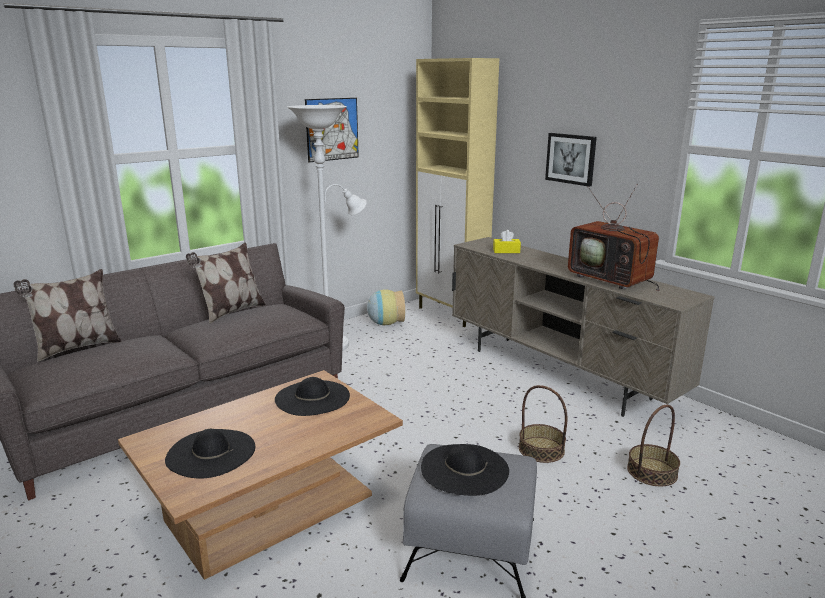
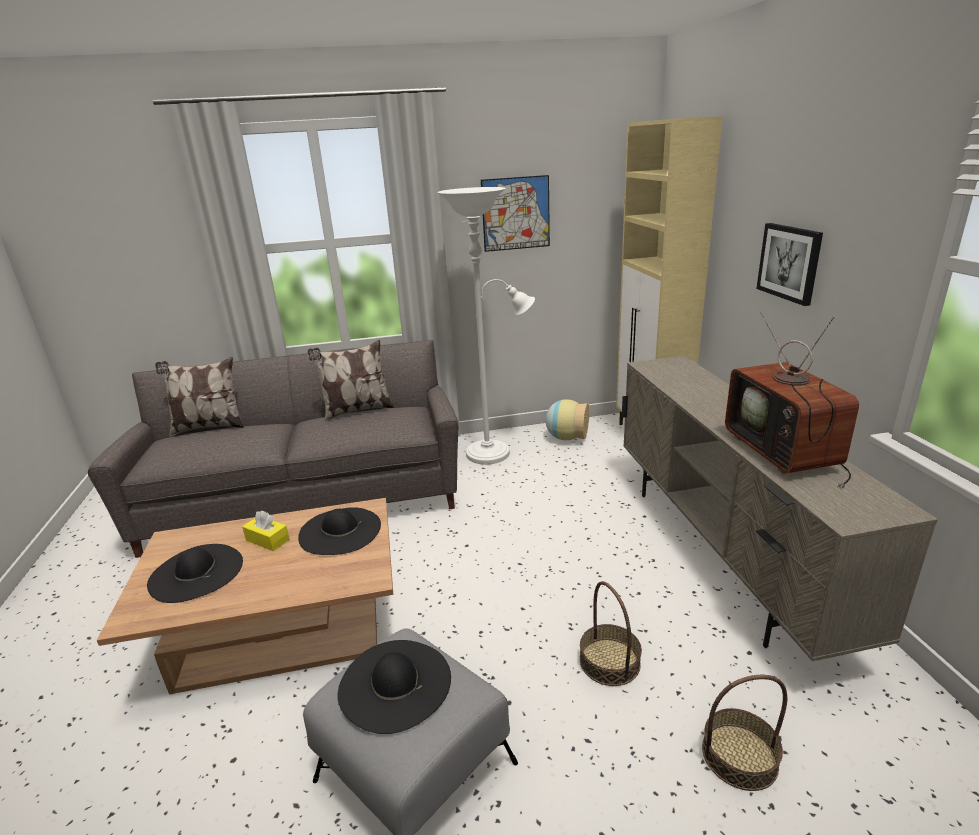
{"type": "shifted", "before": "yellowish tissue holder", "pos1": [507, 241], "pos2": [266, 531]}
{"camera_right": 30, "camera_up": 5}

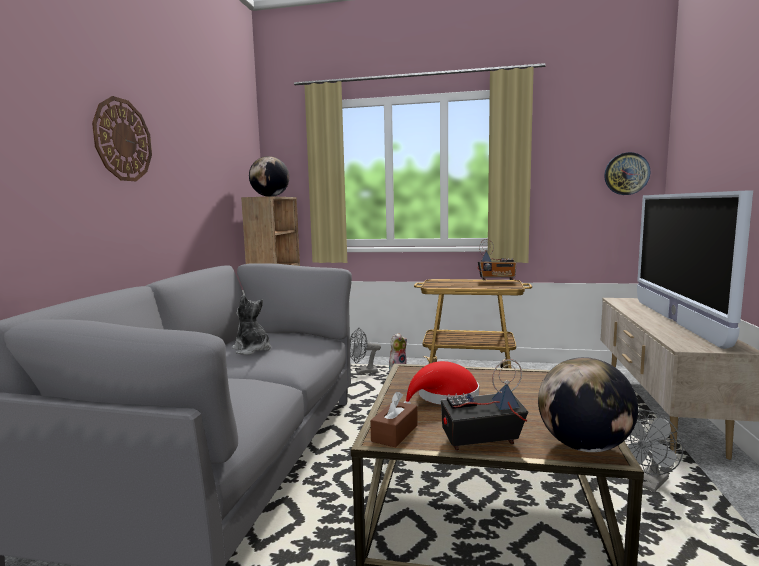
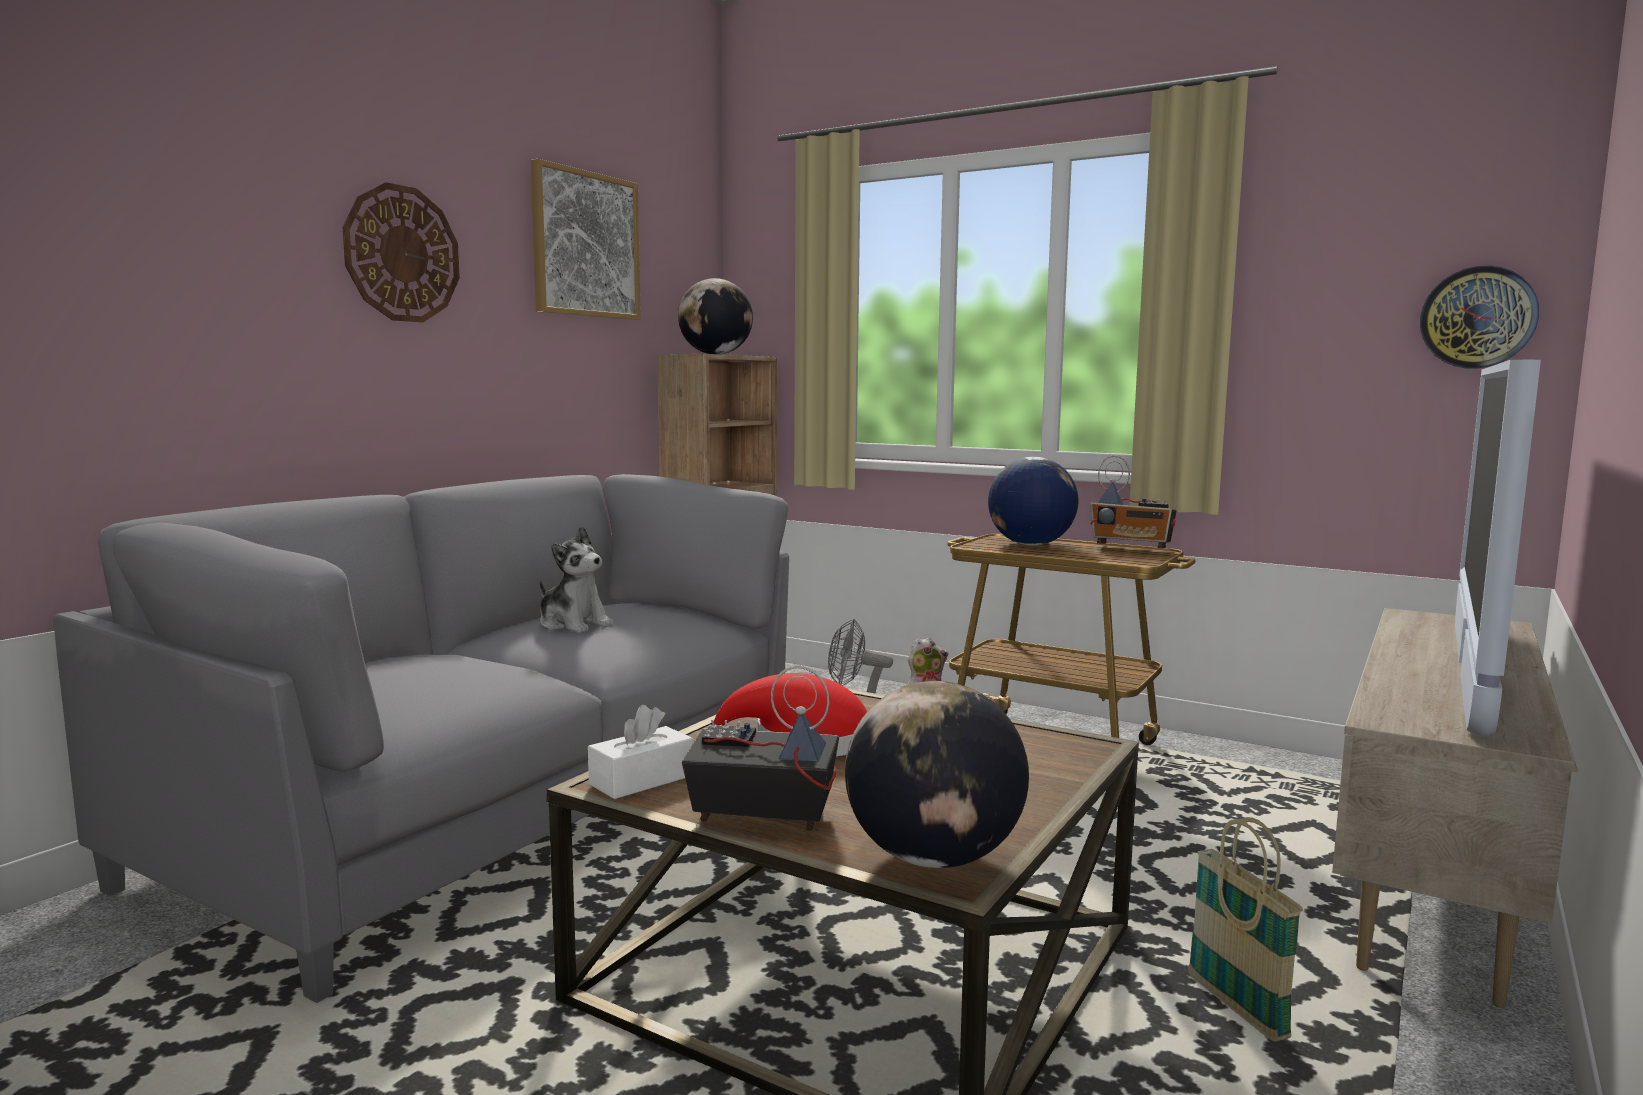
{"type": "new", "after": "picture", "pos2": [586, 239]}
{"type": "rotated", "before": "cuddly toy", "pos1": [251, 325], "pos2": [576, 579], "turn": 150}
{"type": "repainted", "before": "brown-coloured tissue holder", "after": "whitish tissue holder", "pos1": [394, 420], "pos2": [640, 752]}
{"type": "new", "after": "world globe", "pos2": [1033, 501]}
{"type": "swapped", "before": "gray electric fan", "after": "household basket", "pos1": [654, 451], "pos2": [1245, 929]}
{"camera_right": 20, "camera_up": 0}

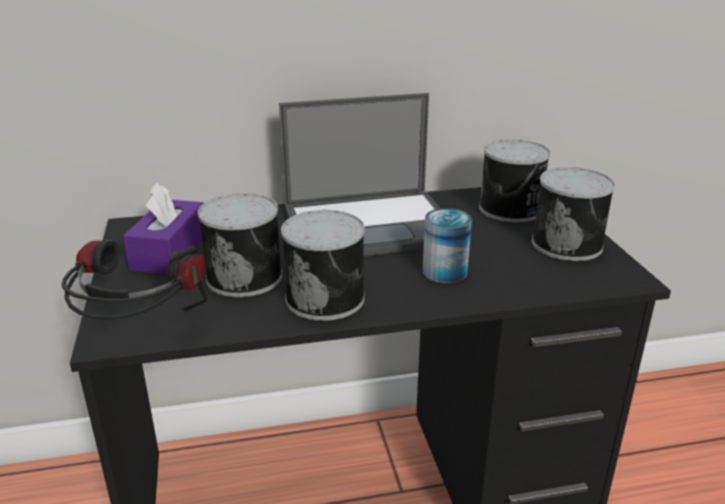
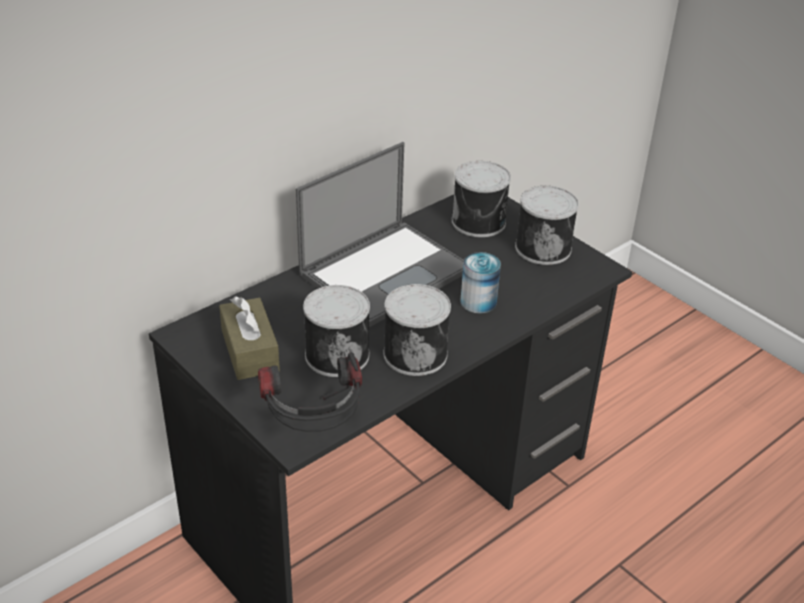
{"type": "repainted", "before": "purple-coloured tissue holder", "after": "brown-coloured tissue holder", "pos1": [163, 228], "pos2": [249, 338]}
{"camera_right": -30, "camera_up": 10}

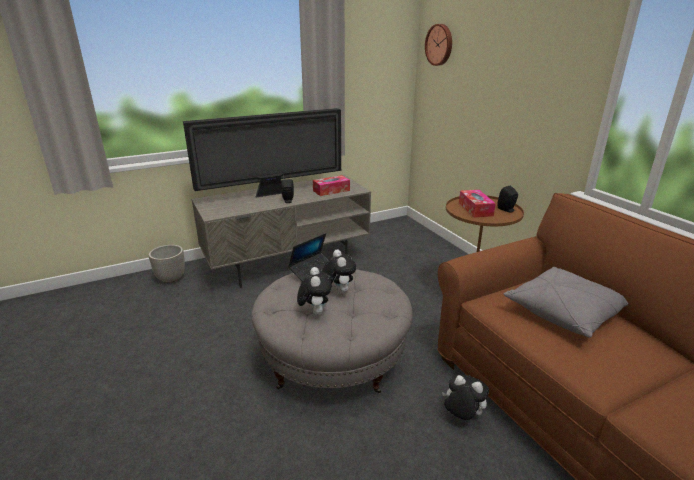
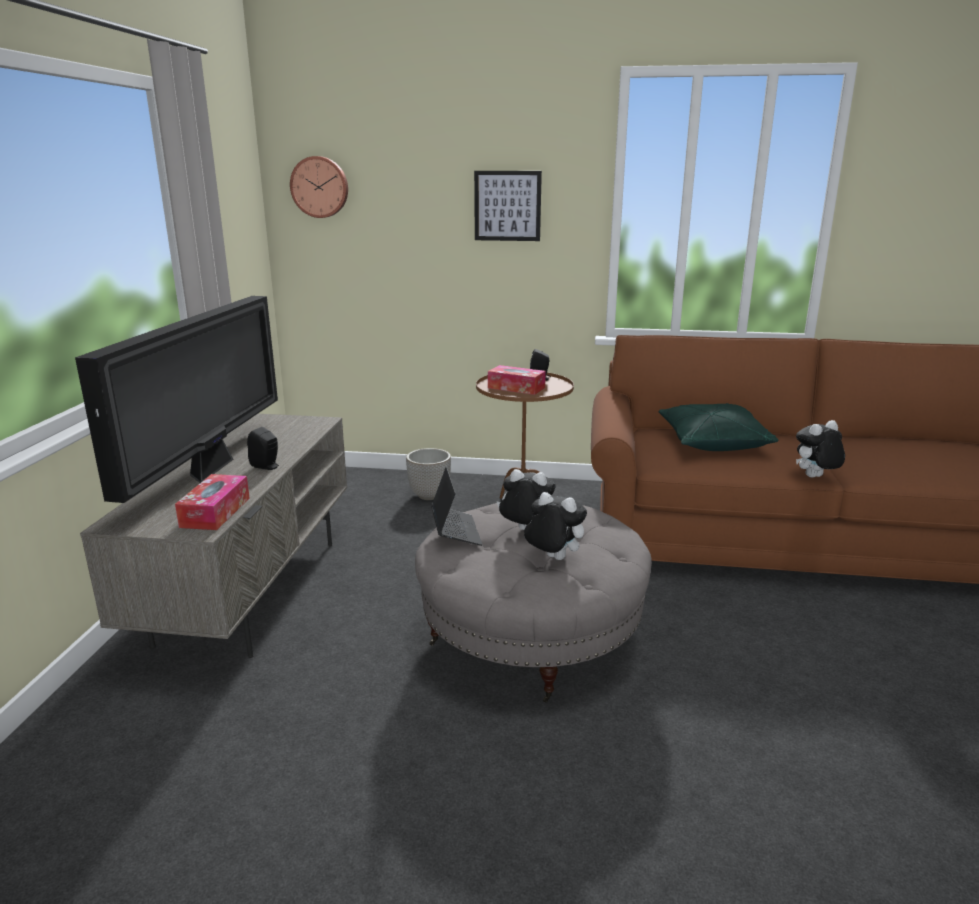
{"type": "shifted", "before": "tissue holder", "pos1": [331, 185], "pos2": [212, 502]}
{"type": "shifted", "before": "flower pot", "pos1": [167, 264], "pos2": [428, 474]}
{"type": "new", "after": "picture", "pos2": [508, 206]}
{"type": "repainted", "before": "gray throw pillow", "after": "green throw pillow", "pos1": [566, 302], "pos2": [718, 427]}
{"type": "shifted", "before": "cuddly toy", "pos1": [465, 397], "pos2": [820, 449]}
{"camera_right": -55, "camera_up": -5}

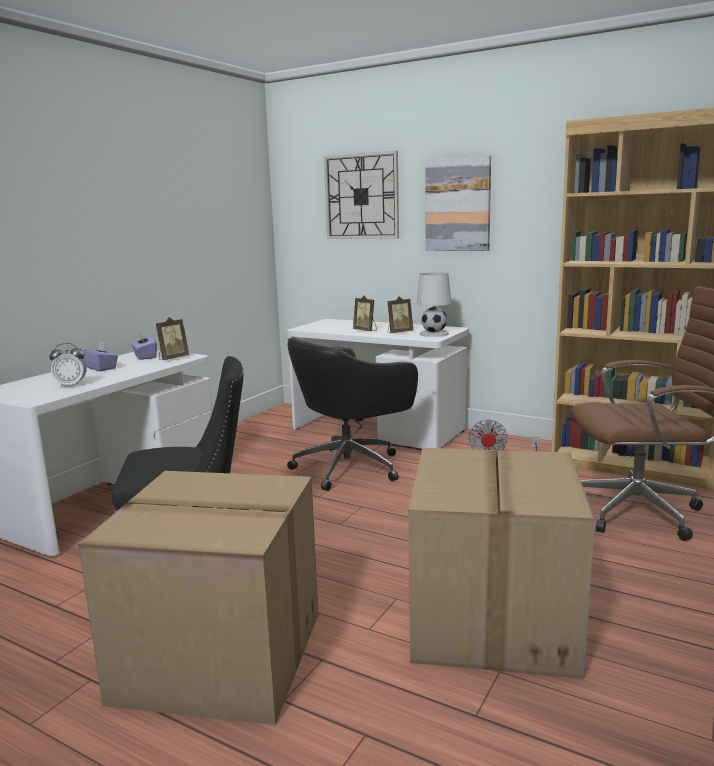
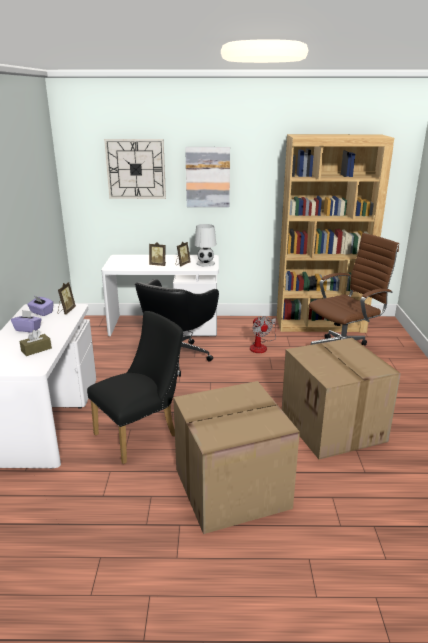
{"type": "swapped", "before": "bedside clock", "after": "brown-coloured tissue holder", "pos1": [68, 365], "pos2": [35, 343]}
{"camera_right": -30, "camera_up": 10}

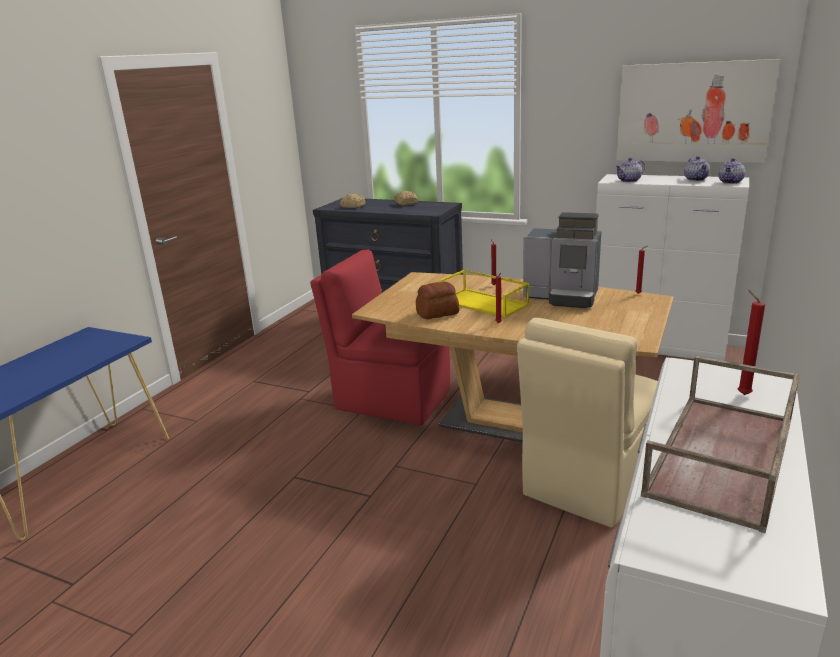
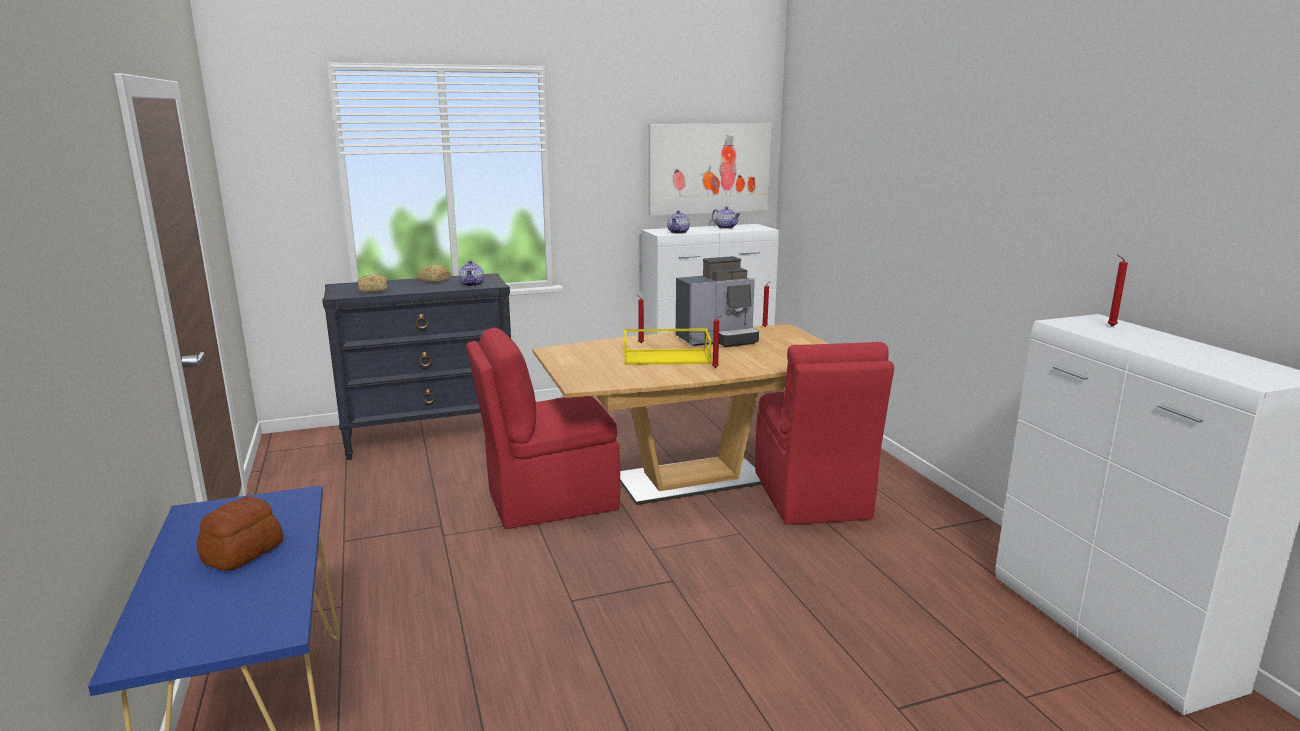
{"type": "shifted", "before": "baked bread", "pos1": [438, 300], "pos2": [240, 534]}
{"type": "shifted", "before": "teapot", "pos1": [731, 171], "pos2": [471, 274]}
{"type": "repainted", "before": "beige chair", "after": "red-coloured chair", "pos1": [587, 423], "pos2": [824, 433]}
{"type": "gone", "before": "brown-coloured serving tray", "pos1": [720, 444]}
{"camera_right": -45, "camera_up": -5}

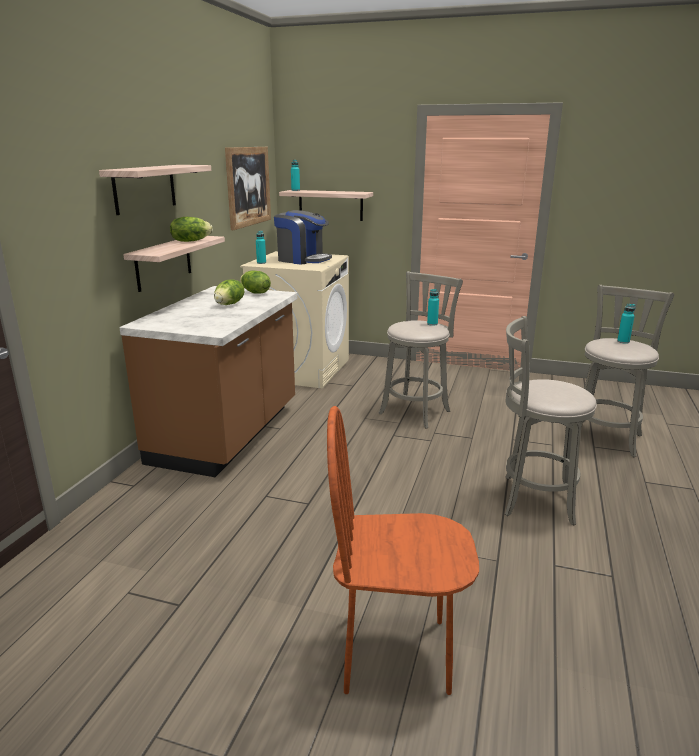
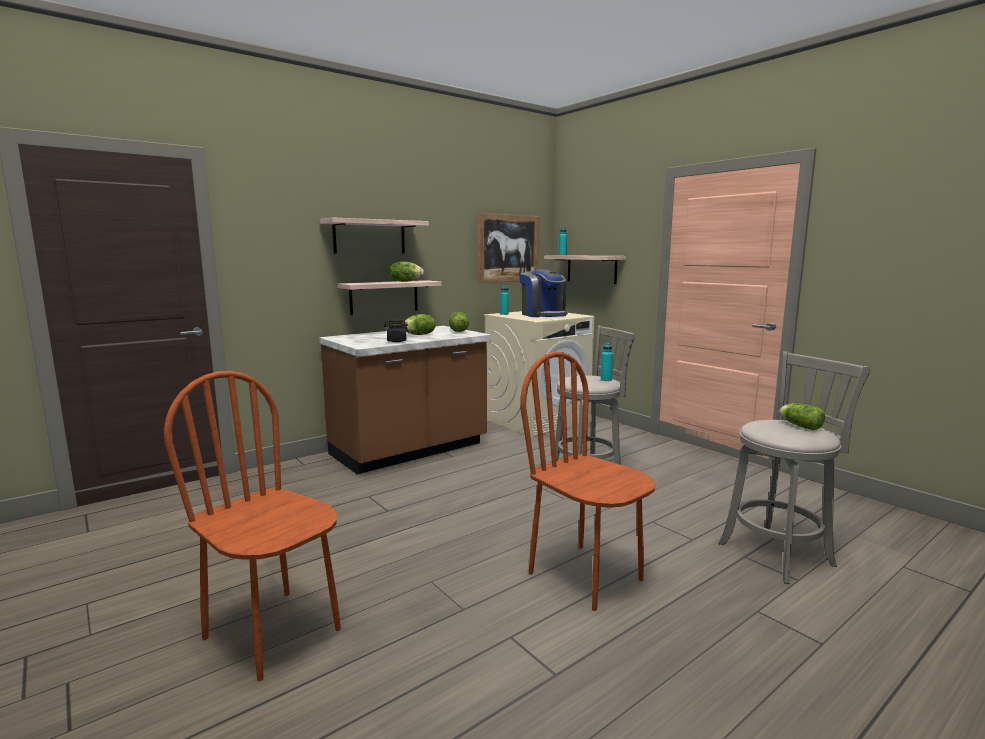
{"type": "new", "after": "black jar", "pos2": [396, 330]}
{"type": "swapped", "before": "gray stool", "after": "brown-coloured chair", "pos1": [551, 421], "pos2": [588, 481]}
{"type": "swapped", "before": "turquoise-coloured beverage bottle", "after": "head of lettuce", "pos1": [626, 324], "pos2": [802, 416]}
{"camera_right": 35, "camera_up": -10}

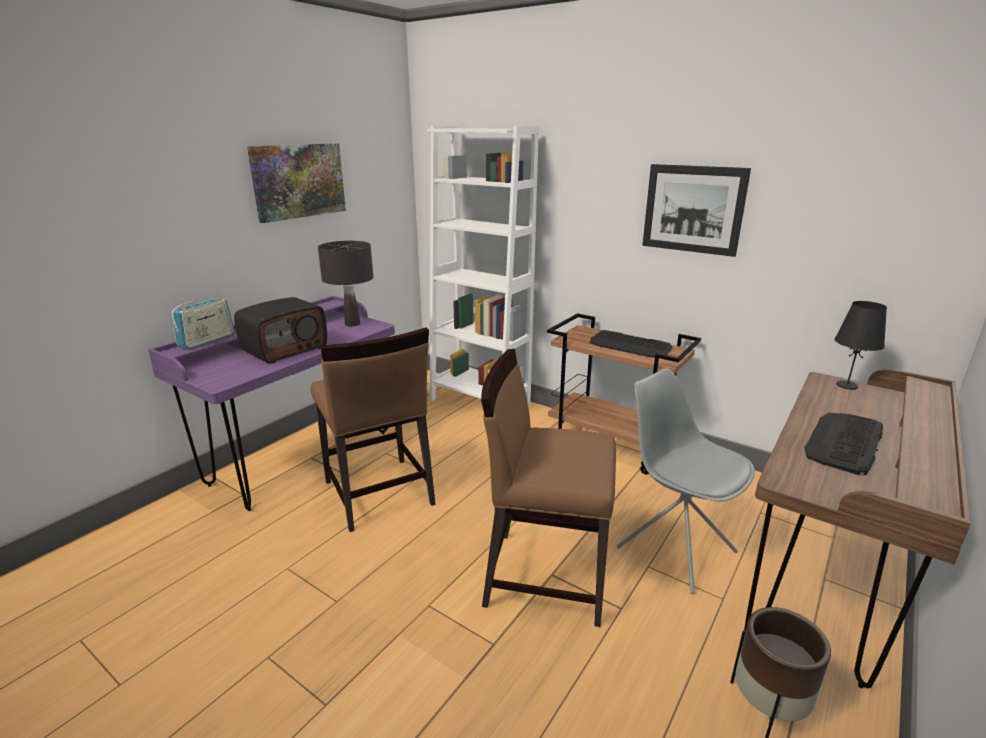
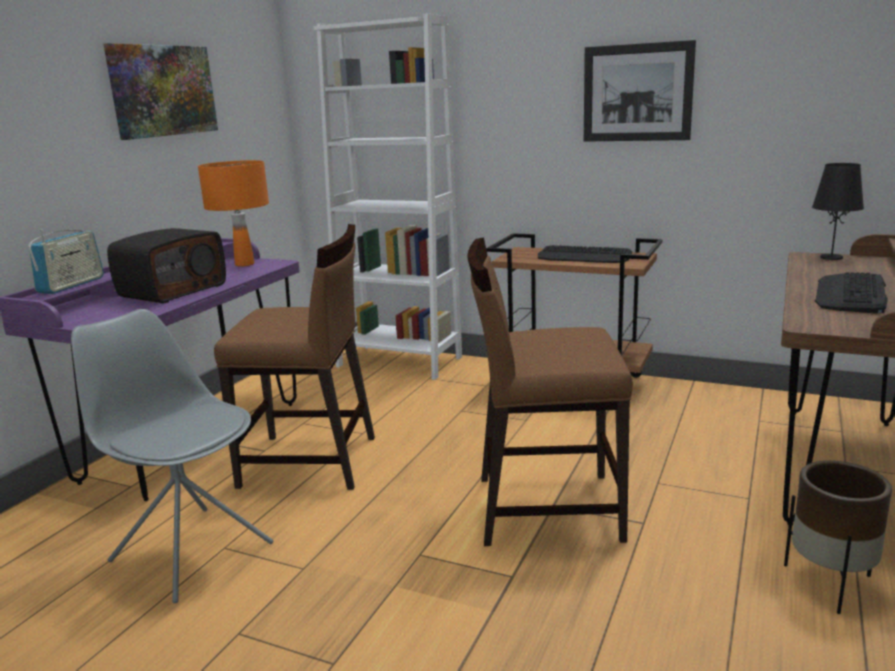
{"type": "shifted", "before": "gray chair", "pos1": [686, 481], "pos2": [172, 456]}
{"type": "repainted", "before": "black lamp for a table", "after": "orange lamp for a table", "pos1": [345, 283], "pos2": [233, 213]}
{"type": "rotated", "before": "brown-coloured chair", "pos1": [373, 429], "pos2": [294, 357], "turn": -45}
{"camera_right": -10, "camera_up": -5}

